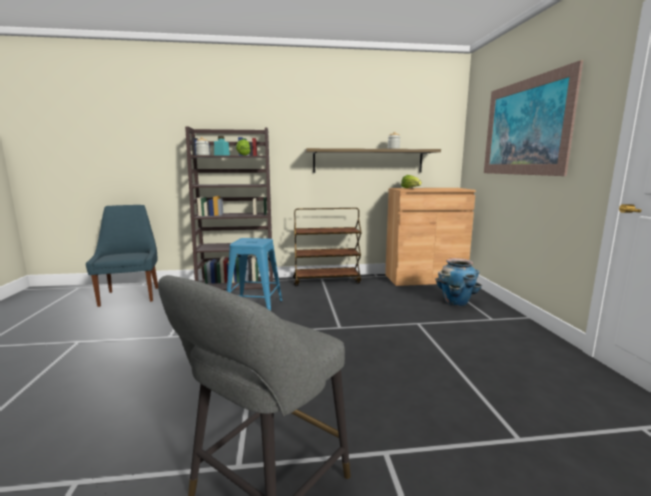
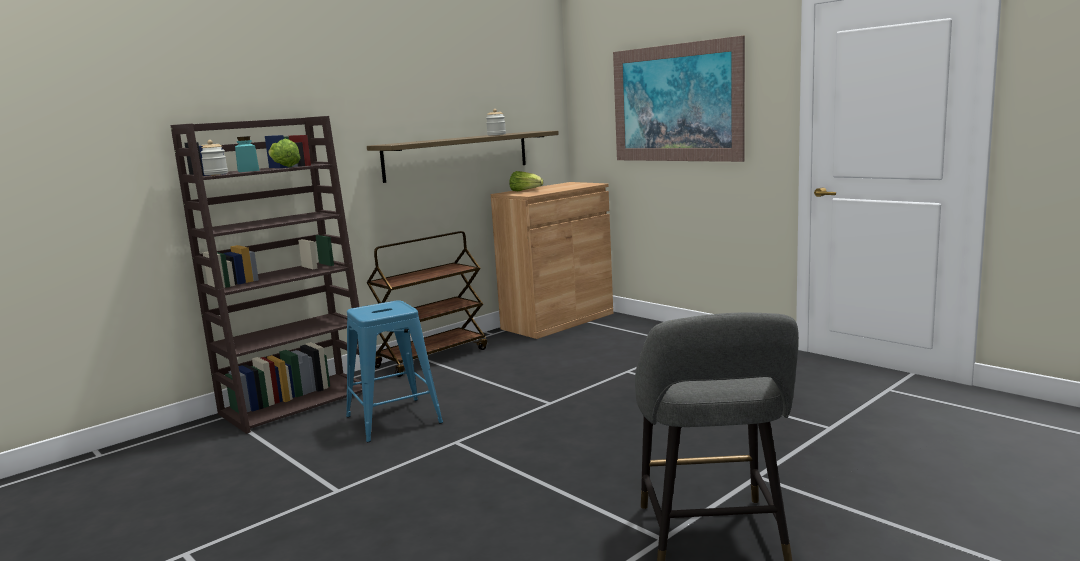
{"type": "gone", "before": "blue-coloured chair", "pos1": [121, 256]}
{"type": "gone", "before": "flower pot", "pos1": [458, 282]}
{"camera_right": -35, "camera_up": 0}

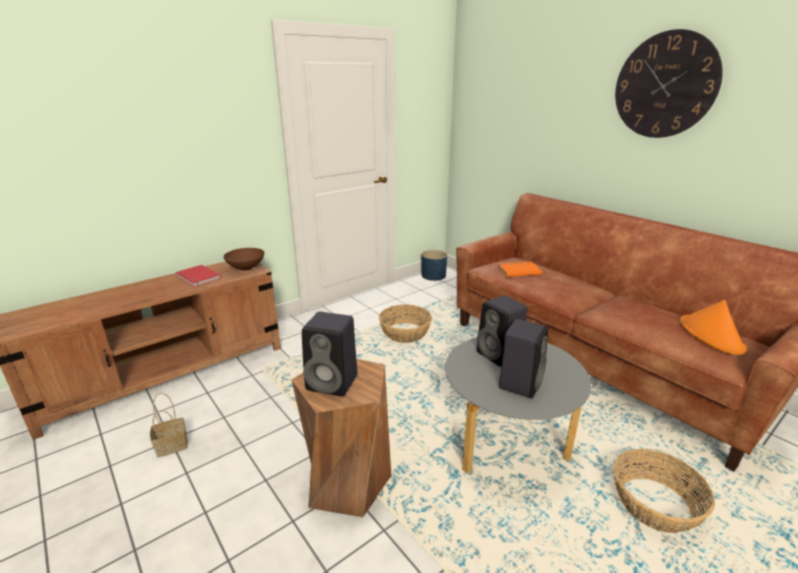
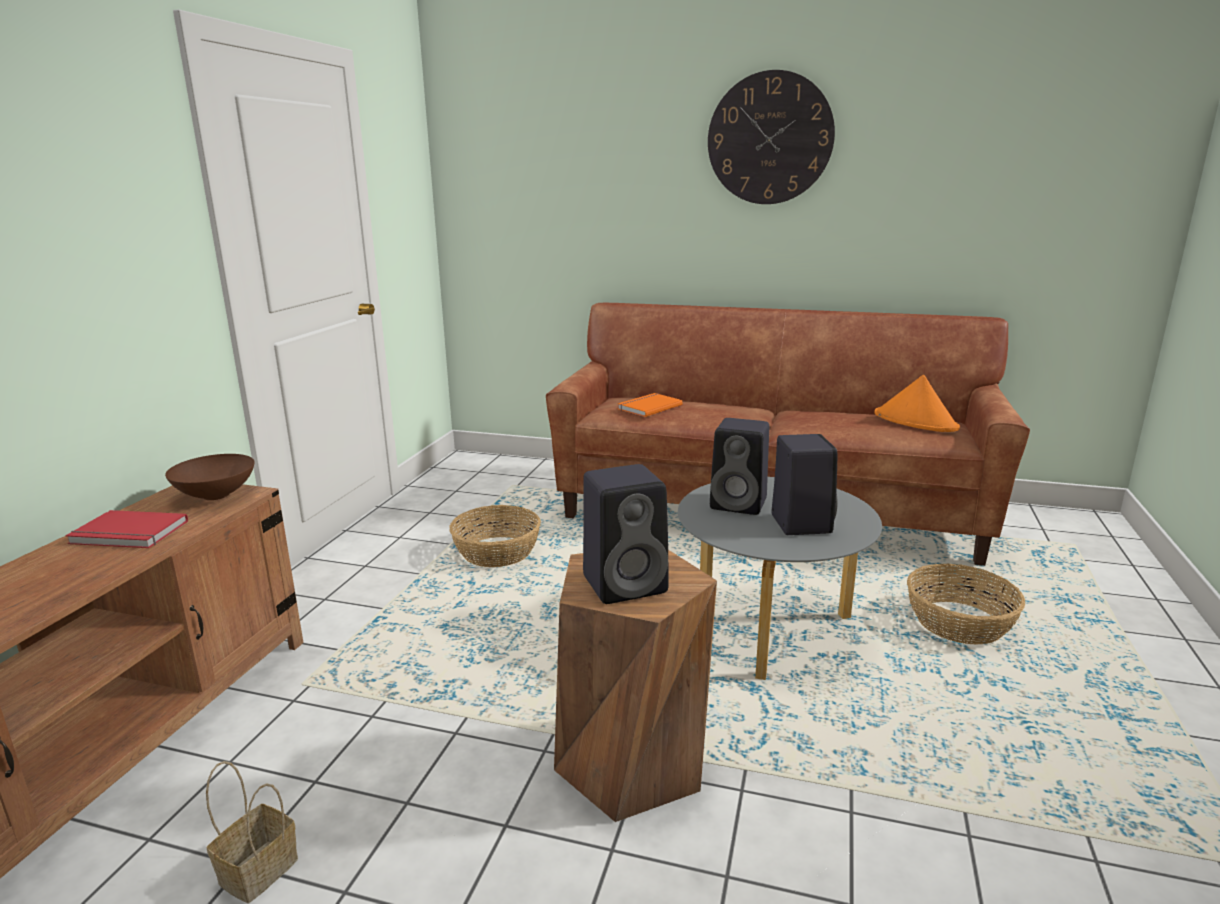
{"type": "gone", "before": "blue-coloured flower pot", "pos1": [434, 265]}
{"camera_right": -35, "camera_up": -5}

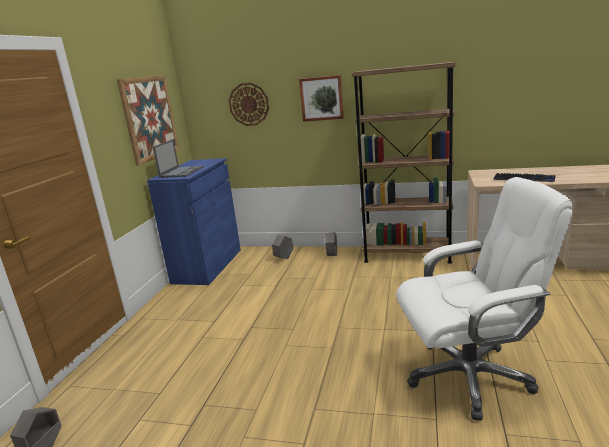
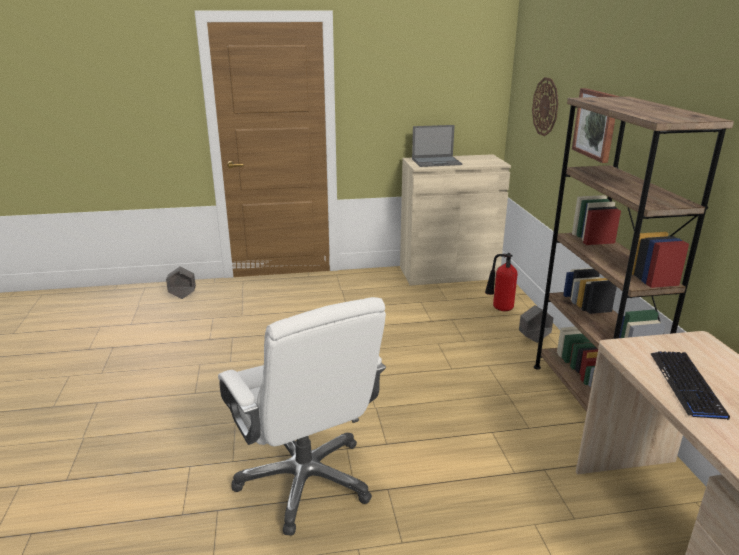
{"type": "repainted", "before": "blue-coloured cabinet", "after": "beige cabinet", "pos1": [194, 221], "pos2": [455, 220]}
{"type": "swapped", "before": "gray flower pot", "after": "fire-fighting cylinder", "pos1": [282, 247], "pos2": [501, 282]}
{"type": "gone", "before": "picture", "pos1": [148, 120]}
{"camera_right": 65, "camera_up": 5}

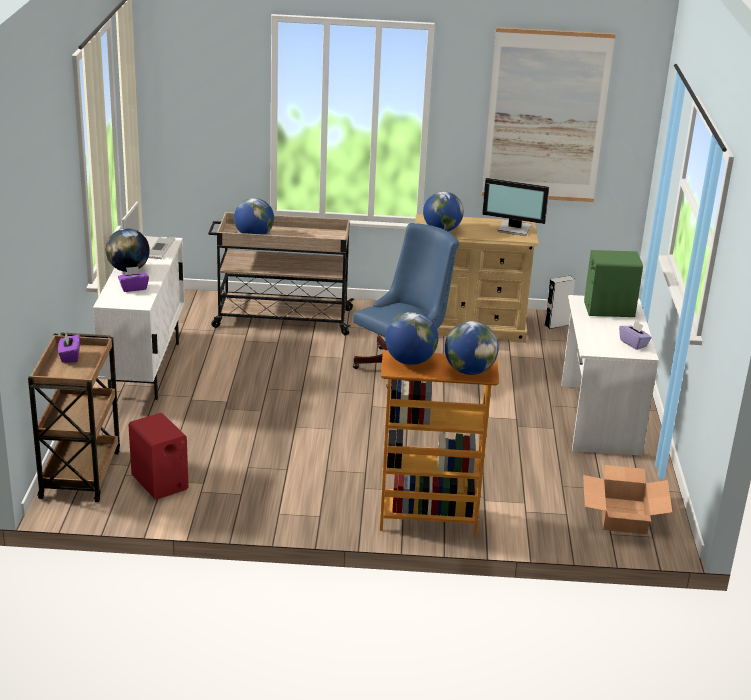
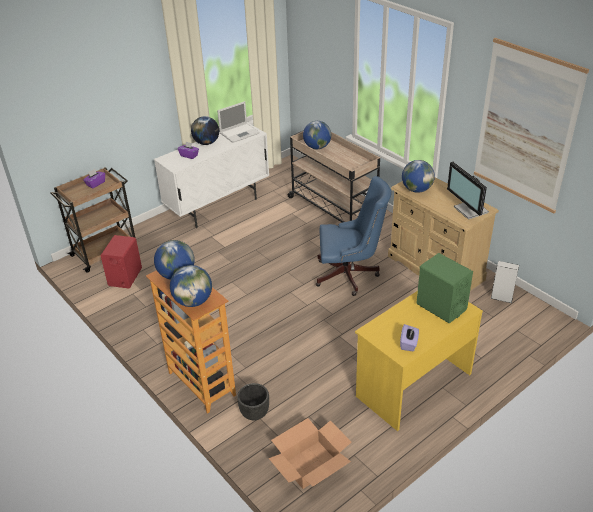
{"type": "new", "after": "black flower pot", "pos2": [253, 402]}
{"type": "repainted", "before": "whitish desk", "after": "yellowish desk", "pos1": [610, 375], "pos2": [419, 361]}
{"camera_right": 50, "camera_up": 10}

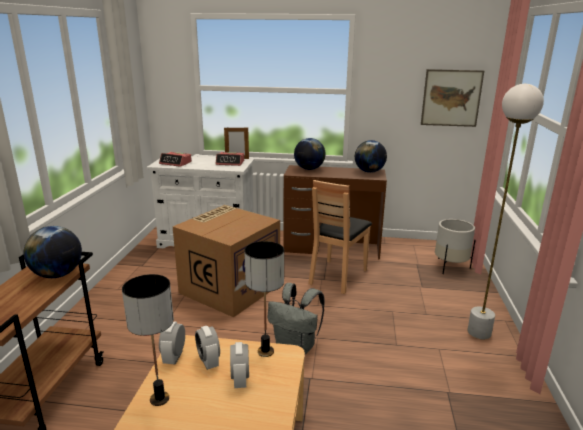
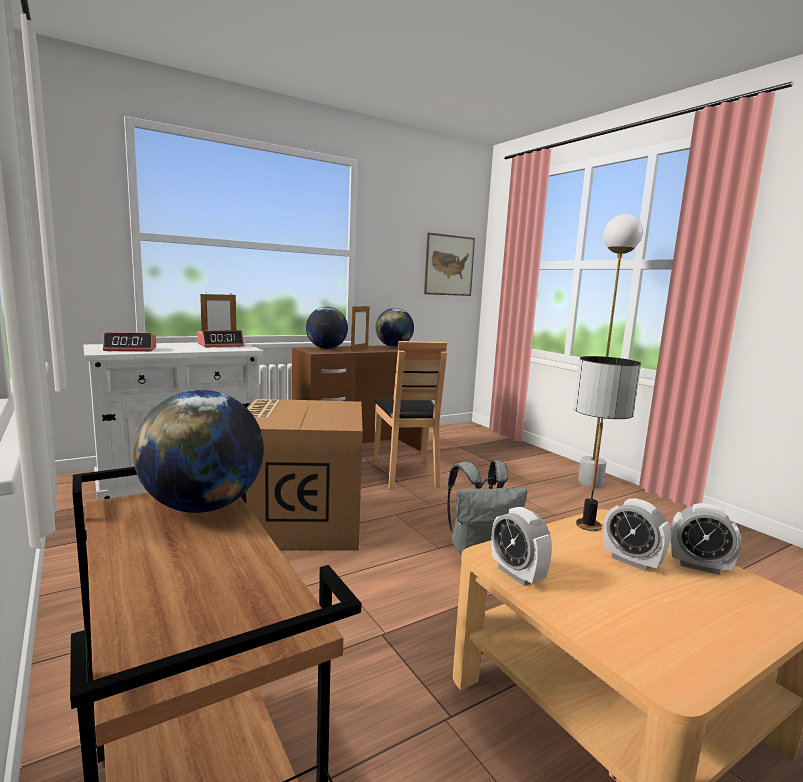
{"type": "new", "after": "picture frame", "pos2": [360, 328]}
{"type": "shifted", "before": "bedside clock", "pos1": [207, 348], "pos2": [705, 539]}
{"type": "gone", "before": "lamp for a table", "pos1": [148, 340]}
{"type": "gone", "before": "whitish flower pot", "pos1": [455, 246]}
{"camera_right": -40, "camera_up": -10}

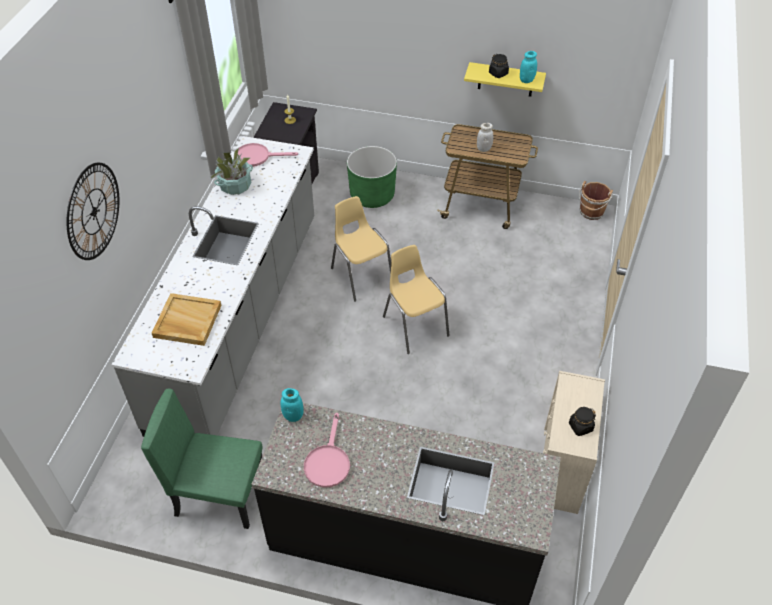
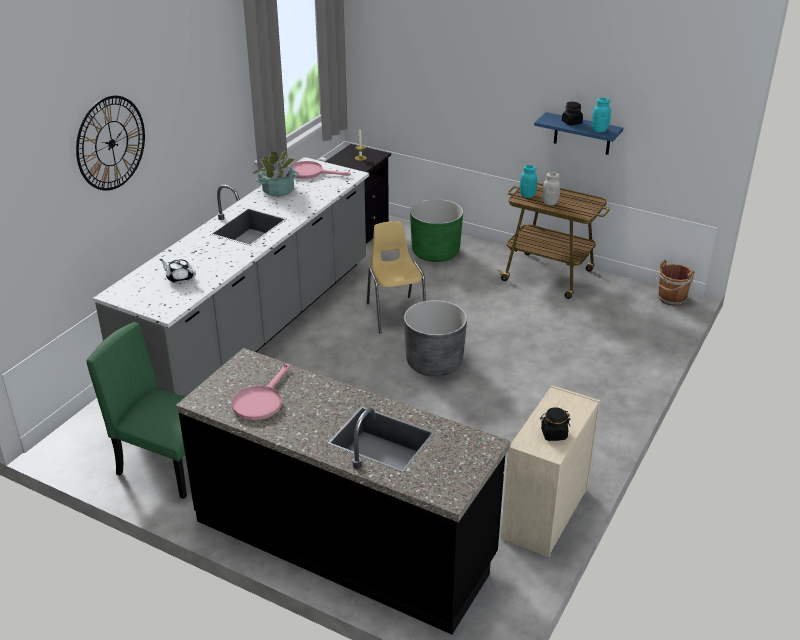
{"type": "swapped", "before": "beige serving tray", "after": "whitish teapot", "pos1": [187, 319], "pos2": [177, 271]}
{"type": "swapped", "before": "yellowish chair", "after": "gray flower pot", "pos1": [416, 299], "pos2": [435, 338]}
{"type": "shifted", "before": "turquoise-coloured jar", "pos1": [292, 405], "pos2": [528, 181]}
{"type": "repainted", "before": "yellowish bracket shelf", "after": "blue-coloured bracket shelf", "pos1": [505, 79], "pos2": [578, 133]}
{"camera_right": 15, "camera_up": -15}

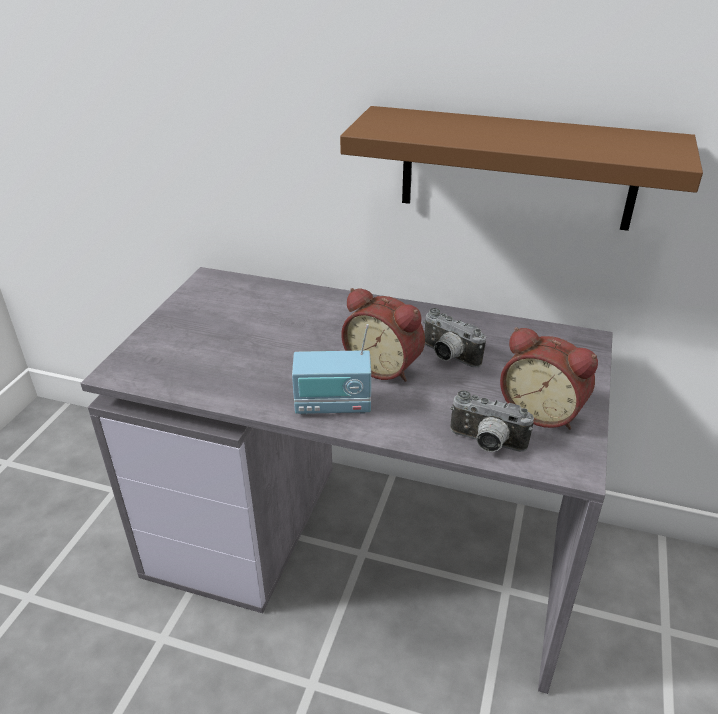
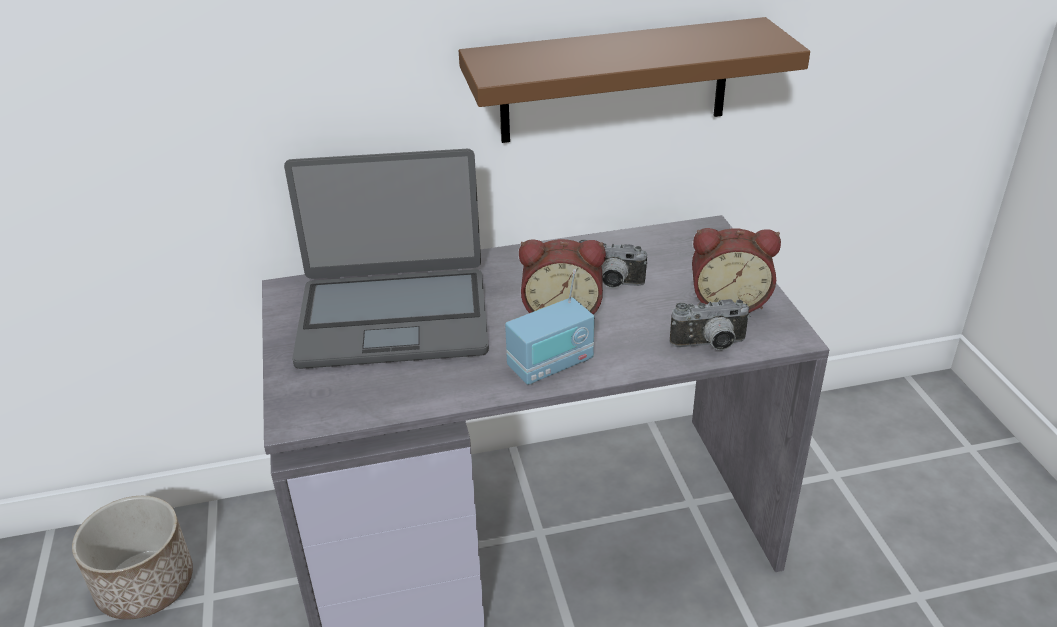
{"type": "new", "after": "flower pot", "pos2": [132, 558]}
{"type": "new", "after": "laptop", "pos2": [386, 259]}
{"camera_right": -30, "camera_up": 0}

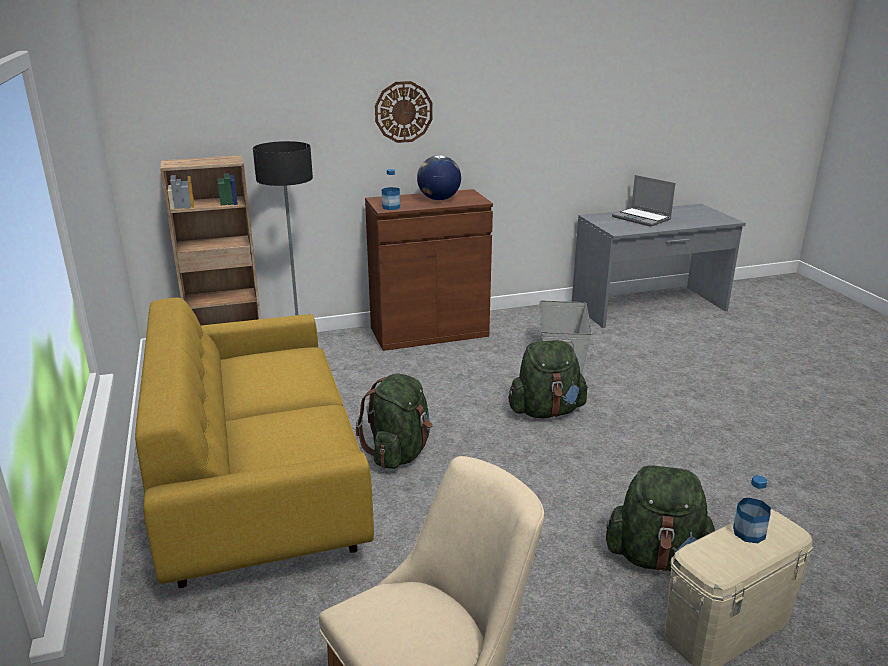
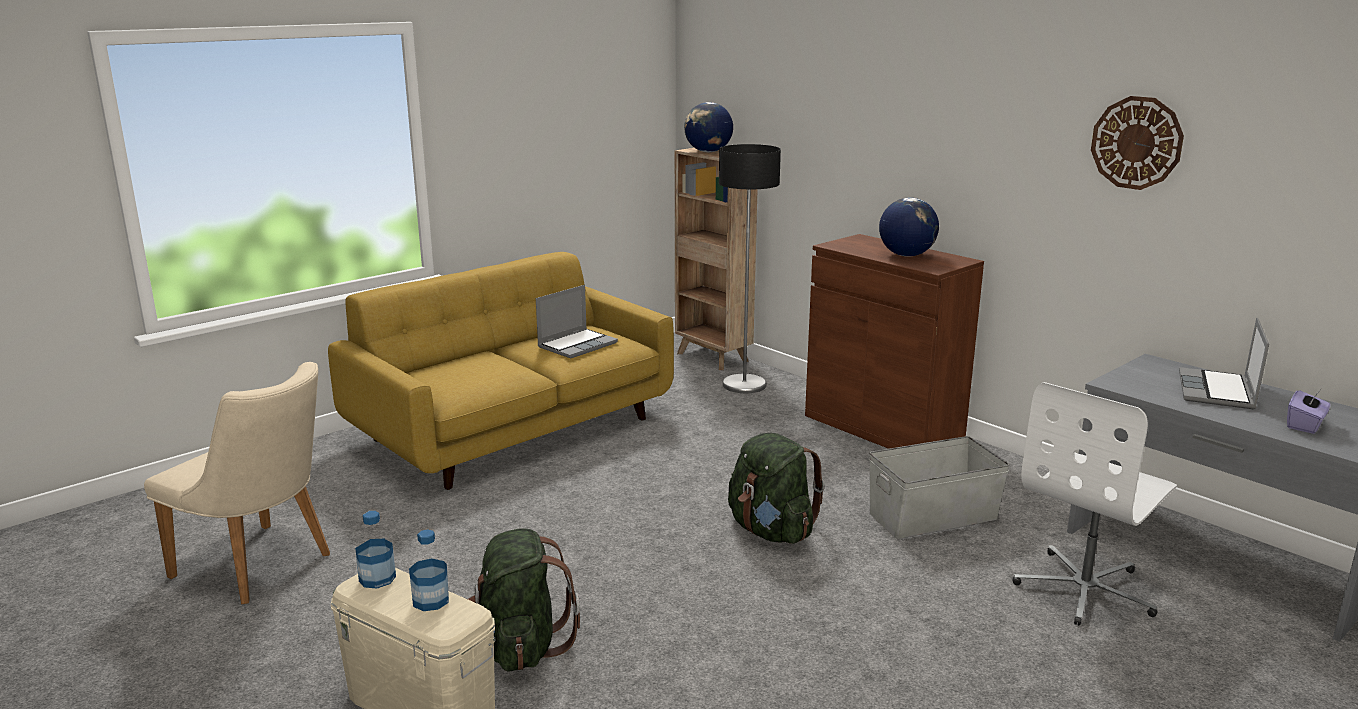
{"type": "shifted", "before": "beverage bottle", "pos1": [391, 189], "pos2": [375, 549]}
{"type": "new", "after": "laptop", "pos2": [577, 322]}
{"type": "new", "after": "world globe", "pos2": [708, 127]}
{"type": "new", "after": "whitish office chair", "pos2": [1095, 504]}
{"type": "shifted", "before": "wall clock", "pos1": [404, 112], "pos2": [1137, 143]}
{"type": "new", "after": "purple-coloured tissue holder", "pos2": [1309, 411]}
{"type": "gone", "before": "green rucksack", "pos1": [394, 421]}
{"camera_right": 65, "camera_up": -5}

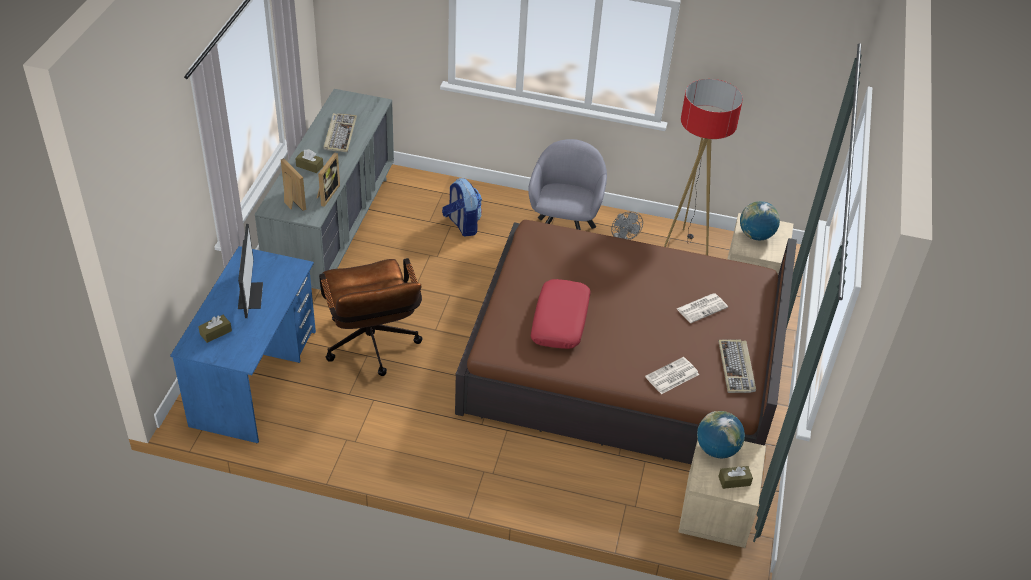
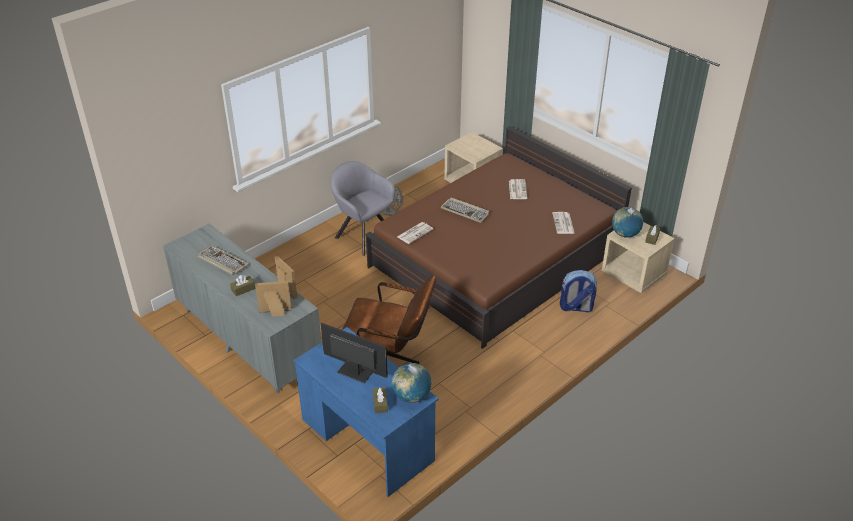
{"type": "shifted", "before": "world globe", "pos1": [760, 220], "pos2": [411, 383]}
{"type": "new", "after": "newspaper", "pos2": [415, 233]}
{"type": "shifted", "before": "computer keyboard", "pos1": [737, 366], "pos2": [464, 210]}
{"type": "shifted", "before": "rucksack", "pos1": [462, 207], "pos2": [578, 291]}
{"type": "gone", "before": "red-coloured throw pillow", "pos1": [561, 314]}
{"type": "gone", "before": "standing lamp", "pos1": [703, 167]}
{"camera_right": -55, "camera_up": -5}

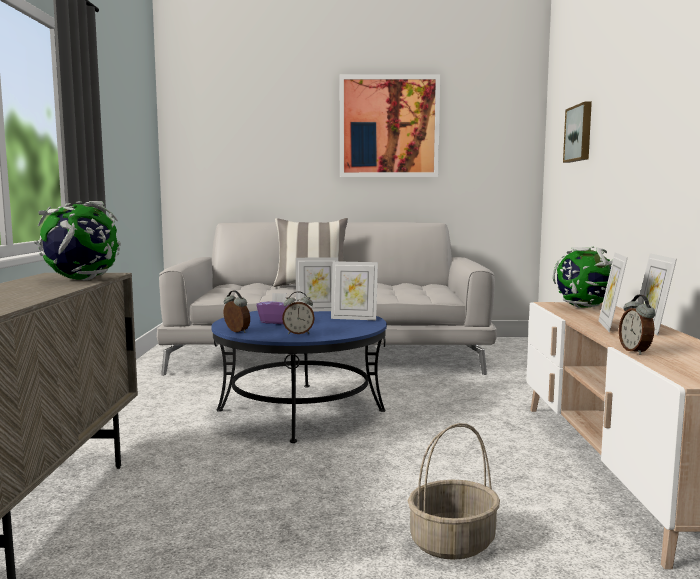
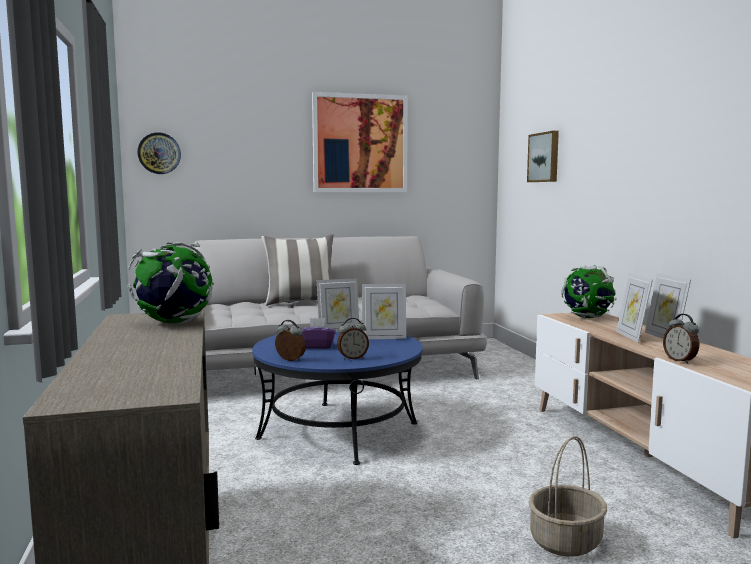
{"type": "new", "after": "wall clock", "pos2": [159, 153]}
{"camera_right": -15, "camera_up": 0}

